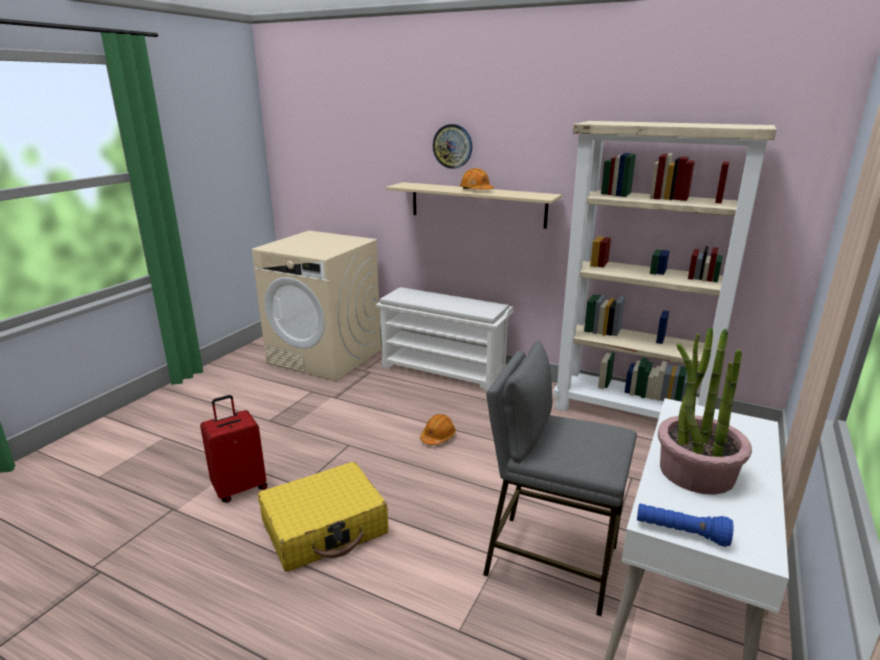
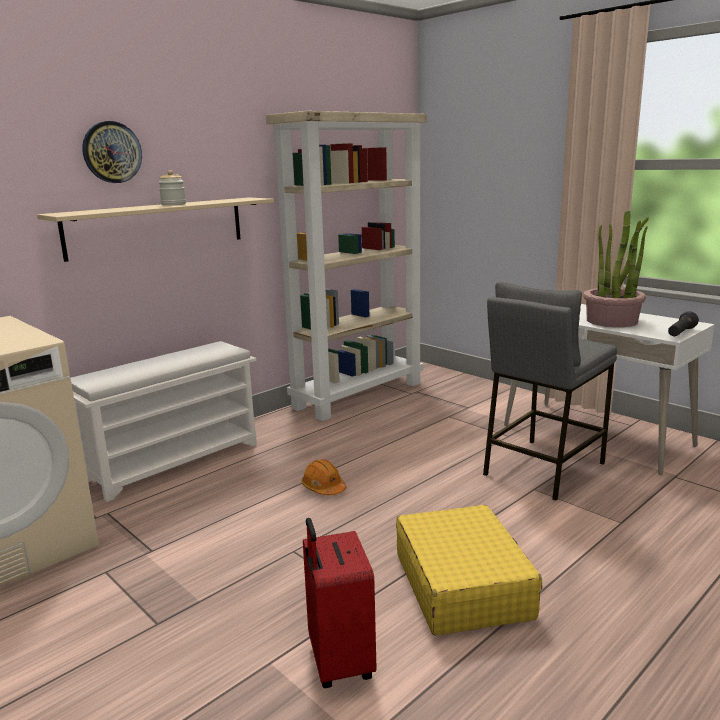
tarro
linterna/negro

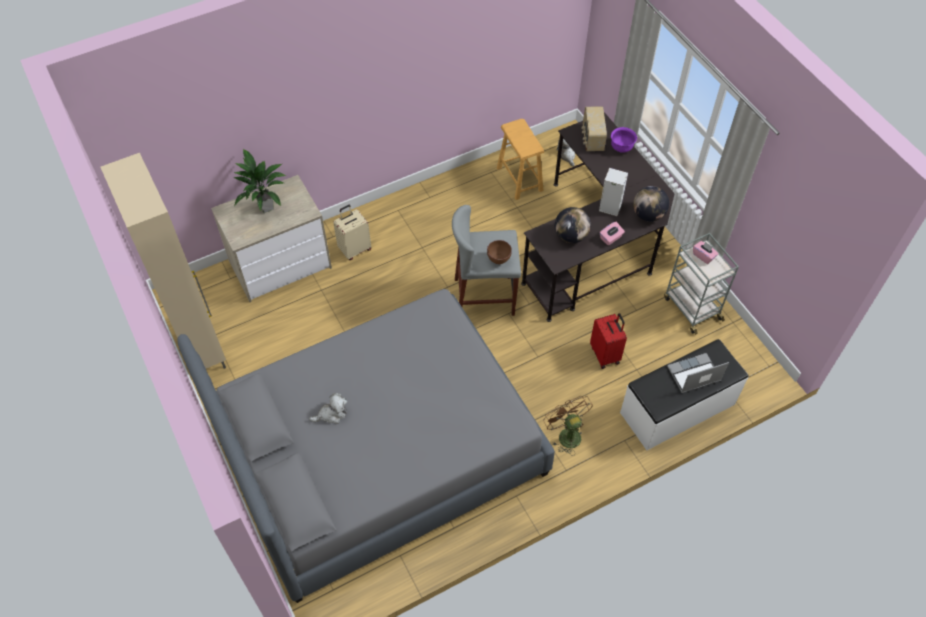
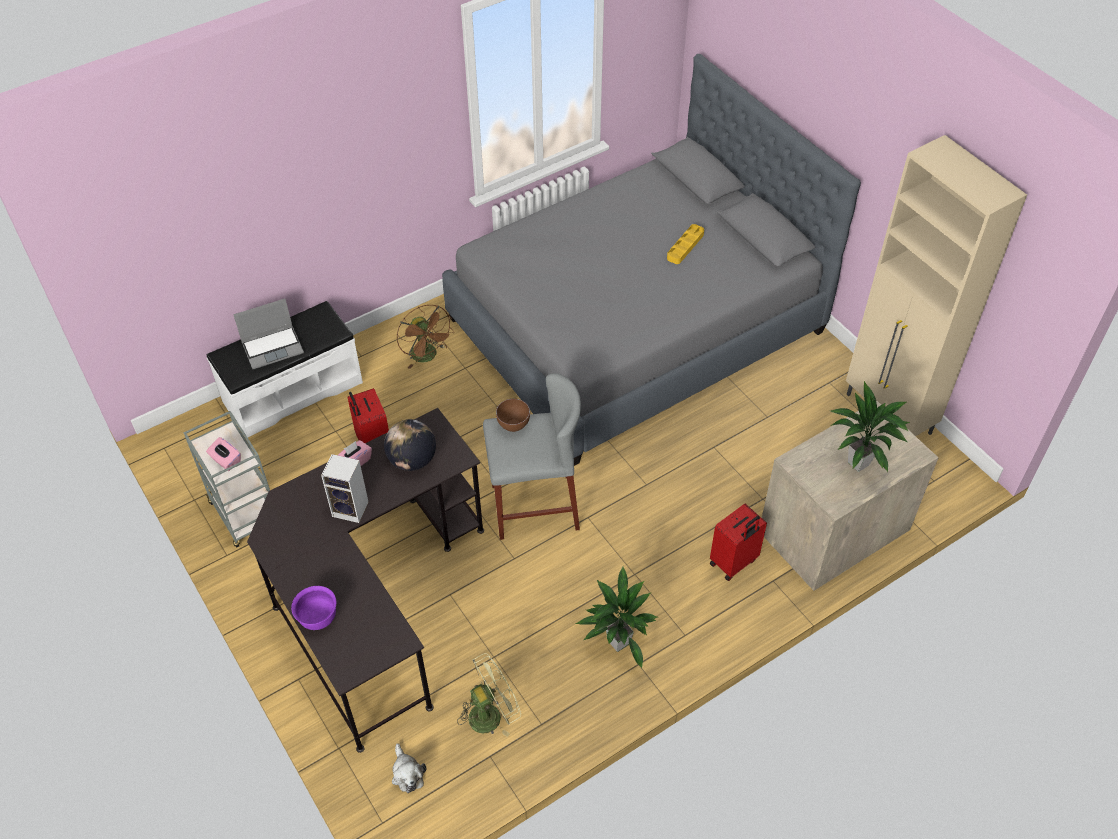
ventilador/verde
planta en maceta (1st from left)
bandeja/amarillo
maleta/rojo (2nd from left)
radio
globo terráqueo (2nd from left in the first image)

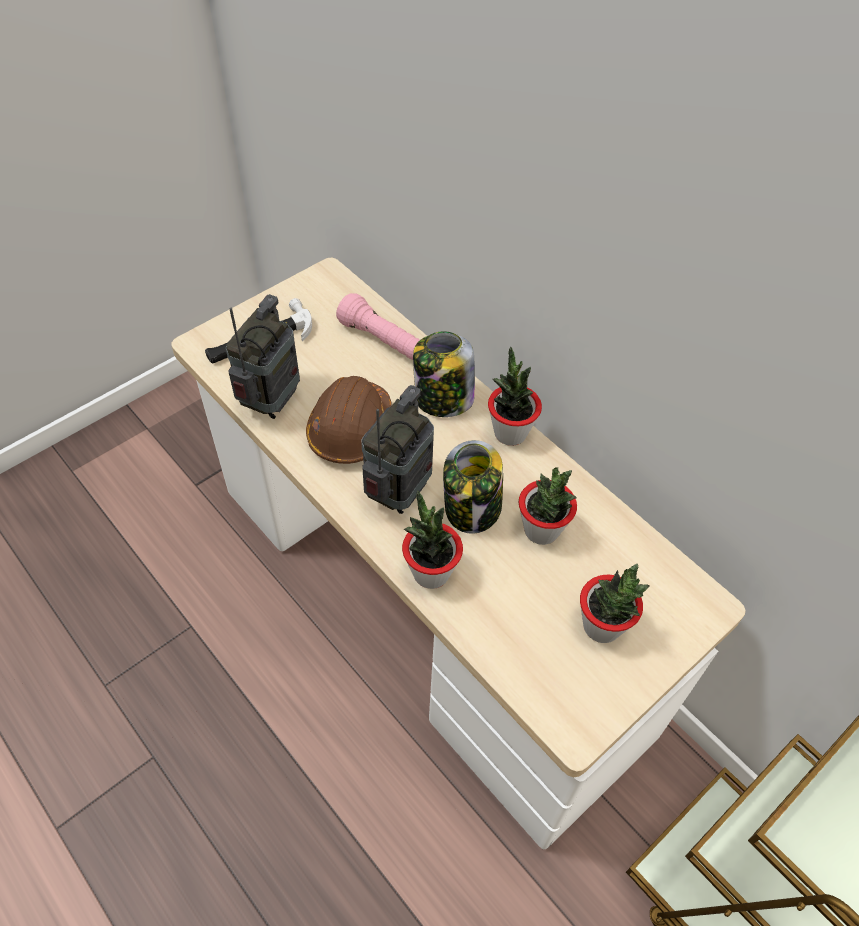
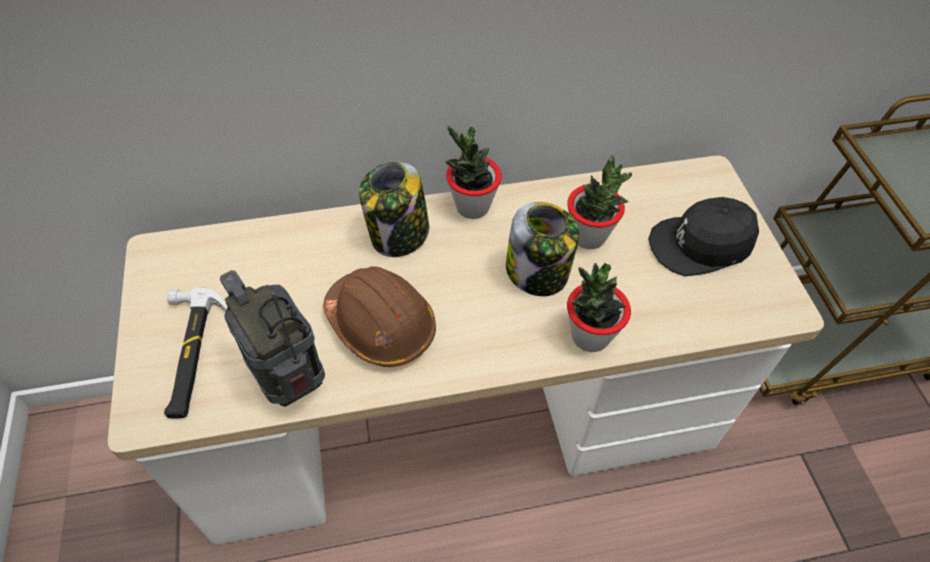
gorra/negro
linterna/rosa
radio (2nd from left in the first image)

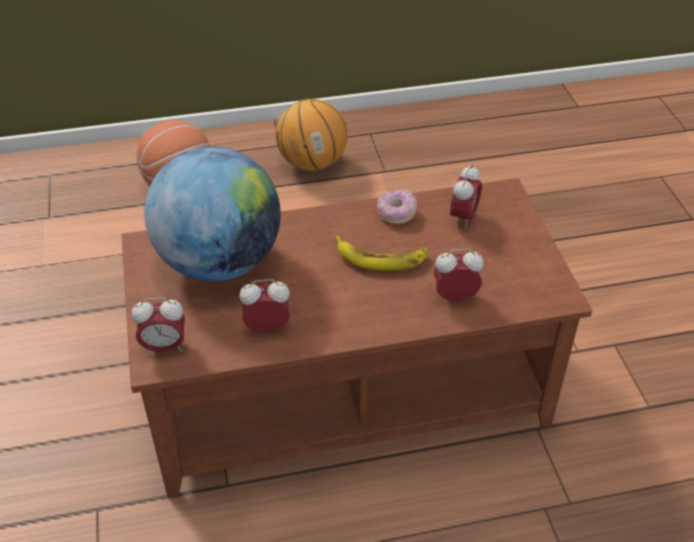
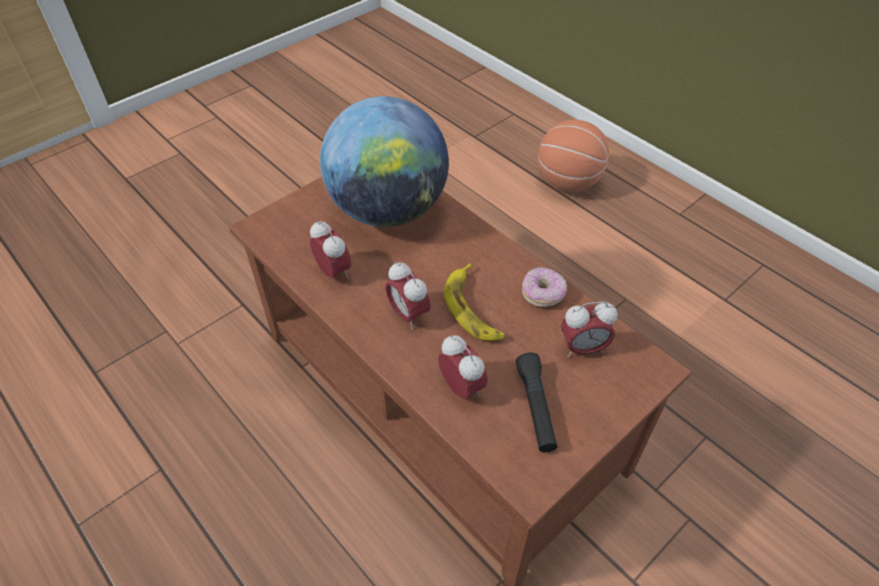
despertador (2nd from left)
linterna/negro
balón de baloncesto (2nd from left in the first image)

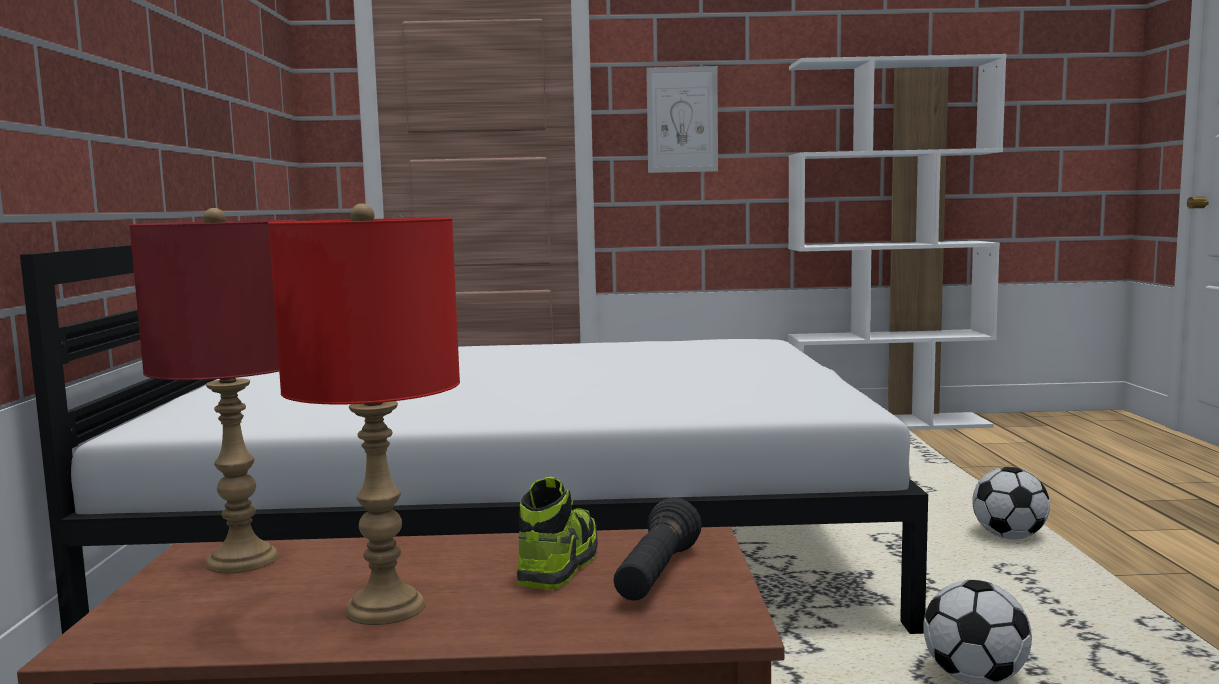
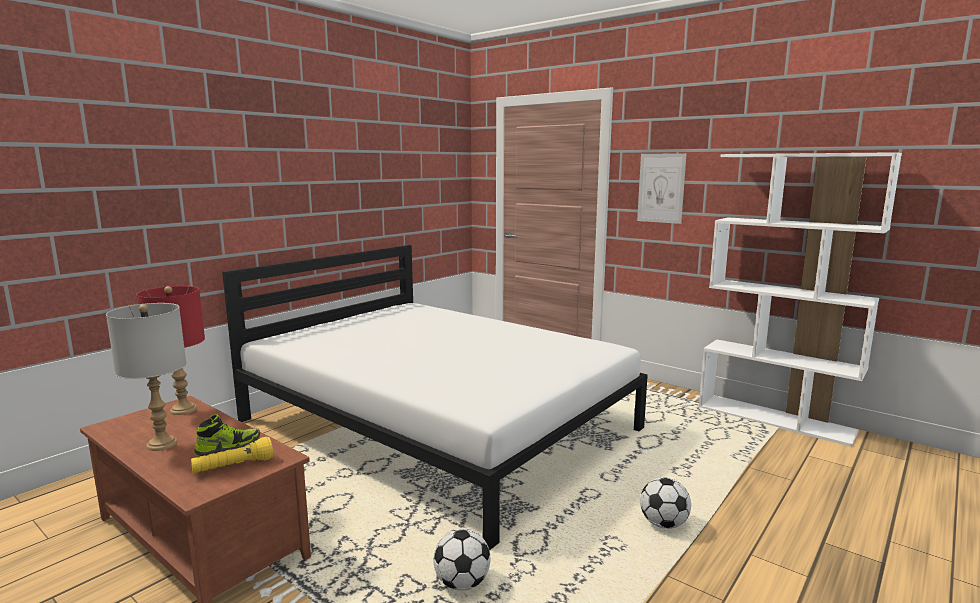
lámpara de mesa/gris
linterna/amarillo

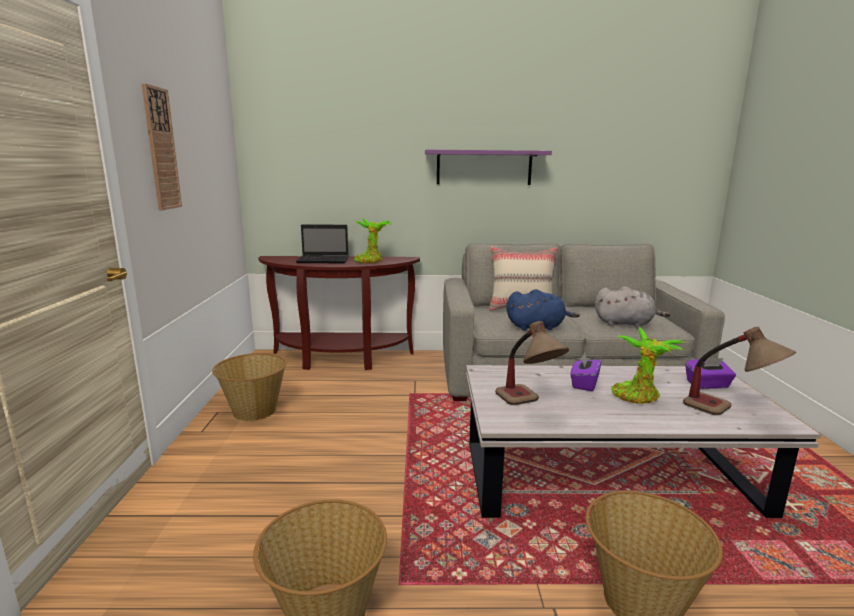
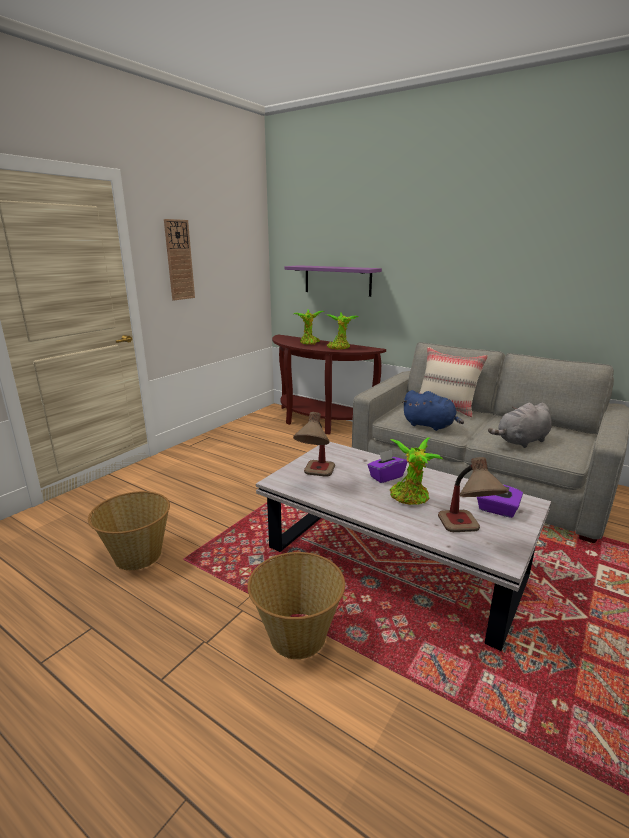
estante/morado
planta en maceta (1st from left)
peluche/gris
cesta (1st from left in the first image)

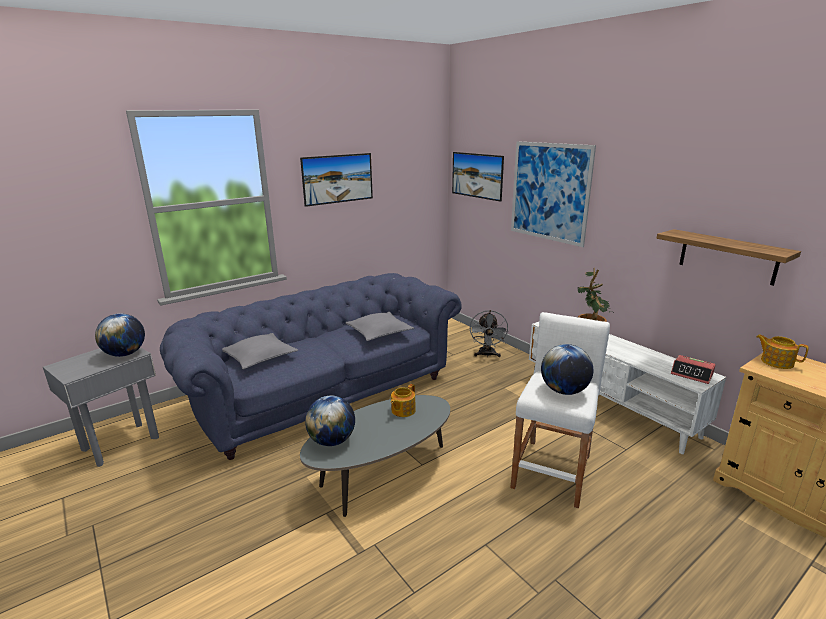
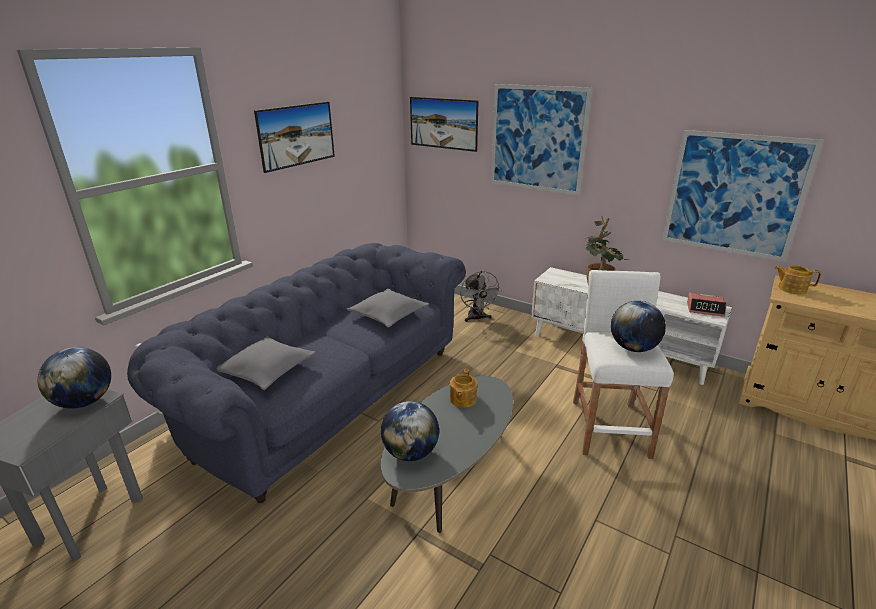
cuadro (4th from left)

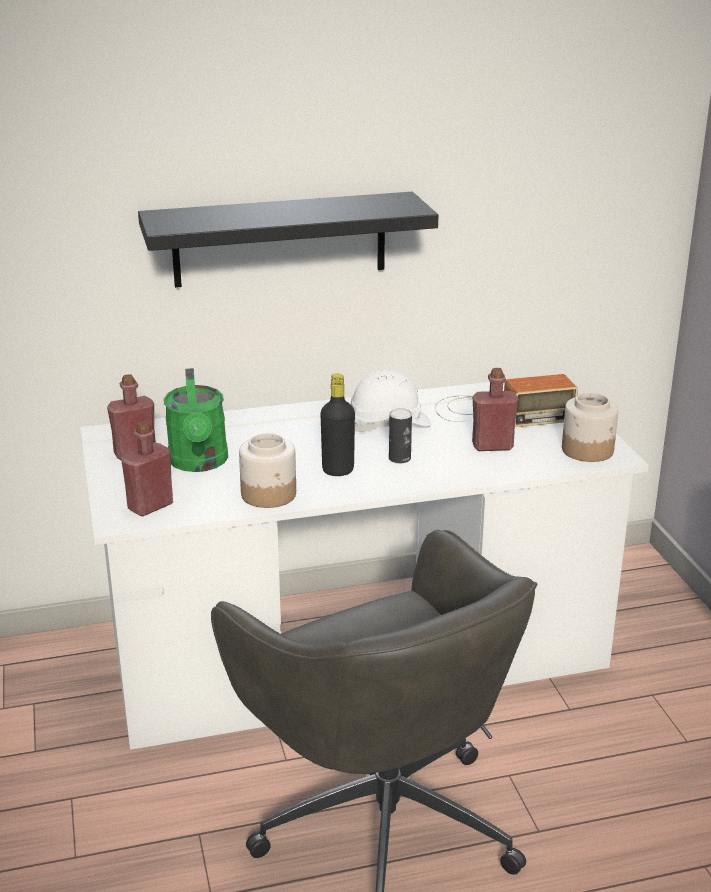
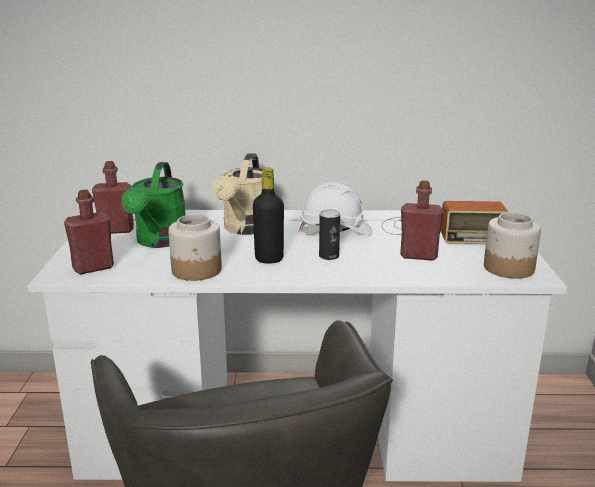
regadera/beis
estante/negro

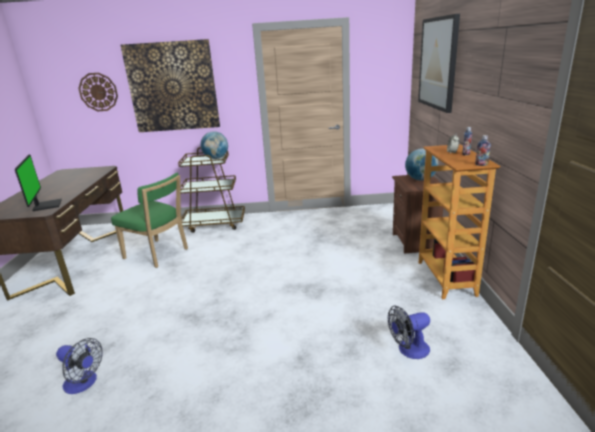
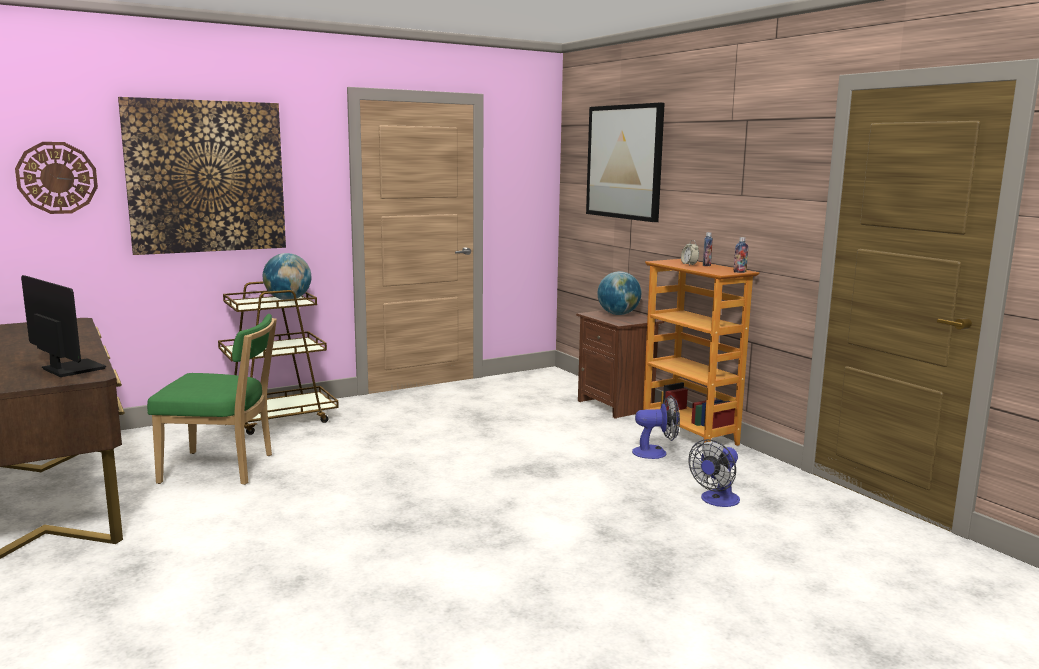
ventilador (1st from left)

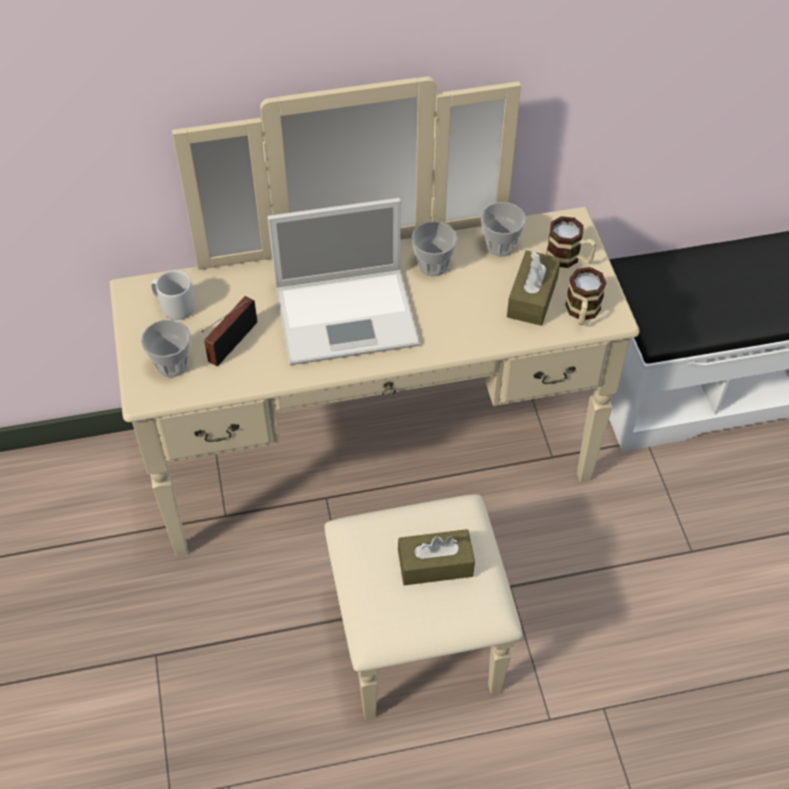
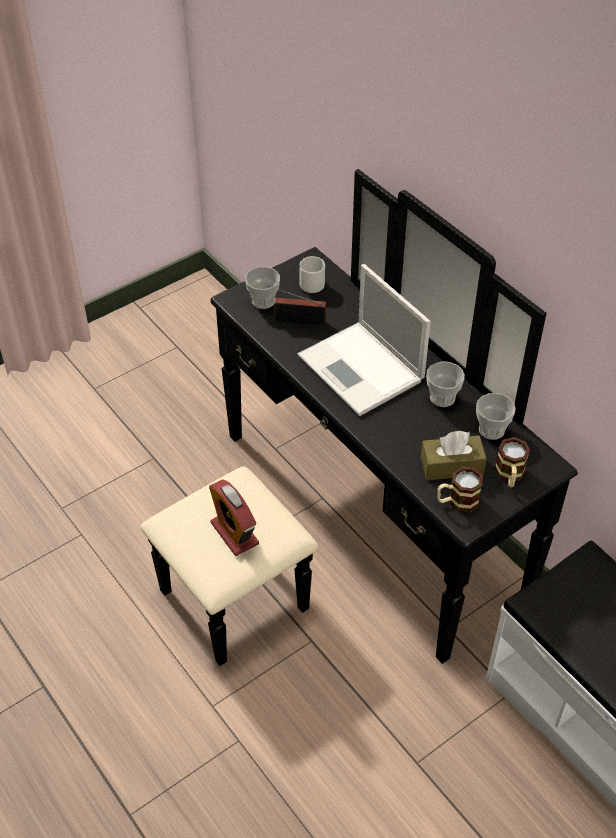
cómoda/negro
despertador

